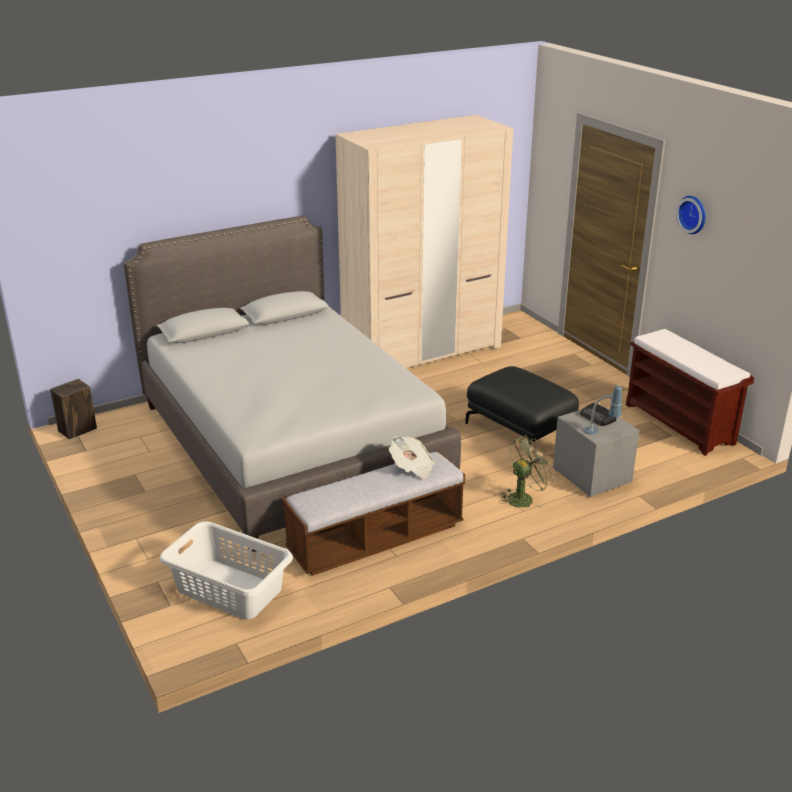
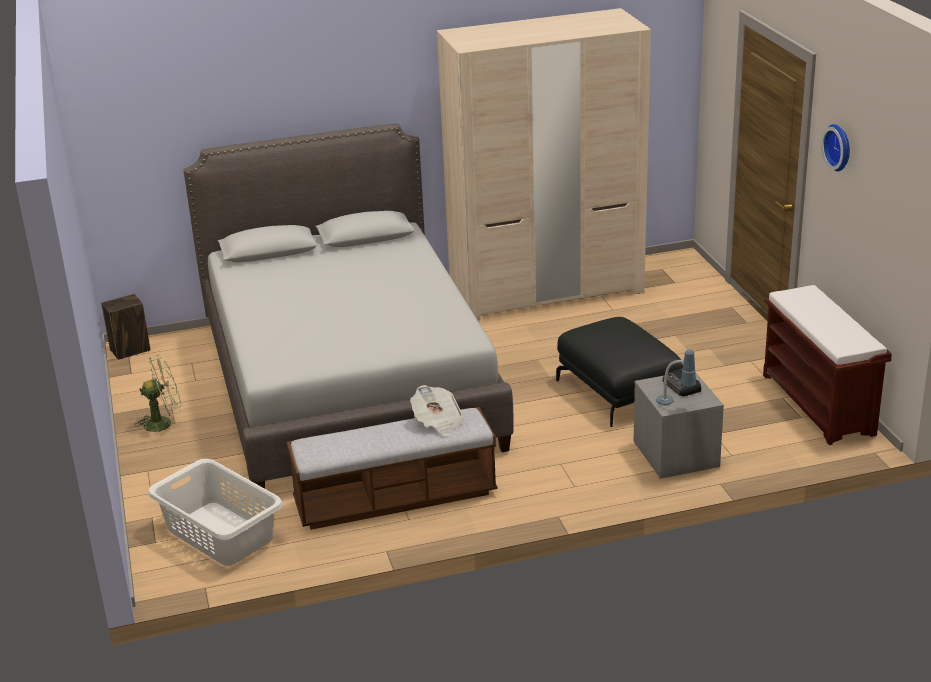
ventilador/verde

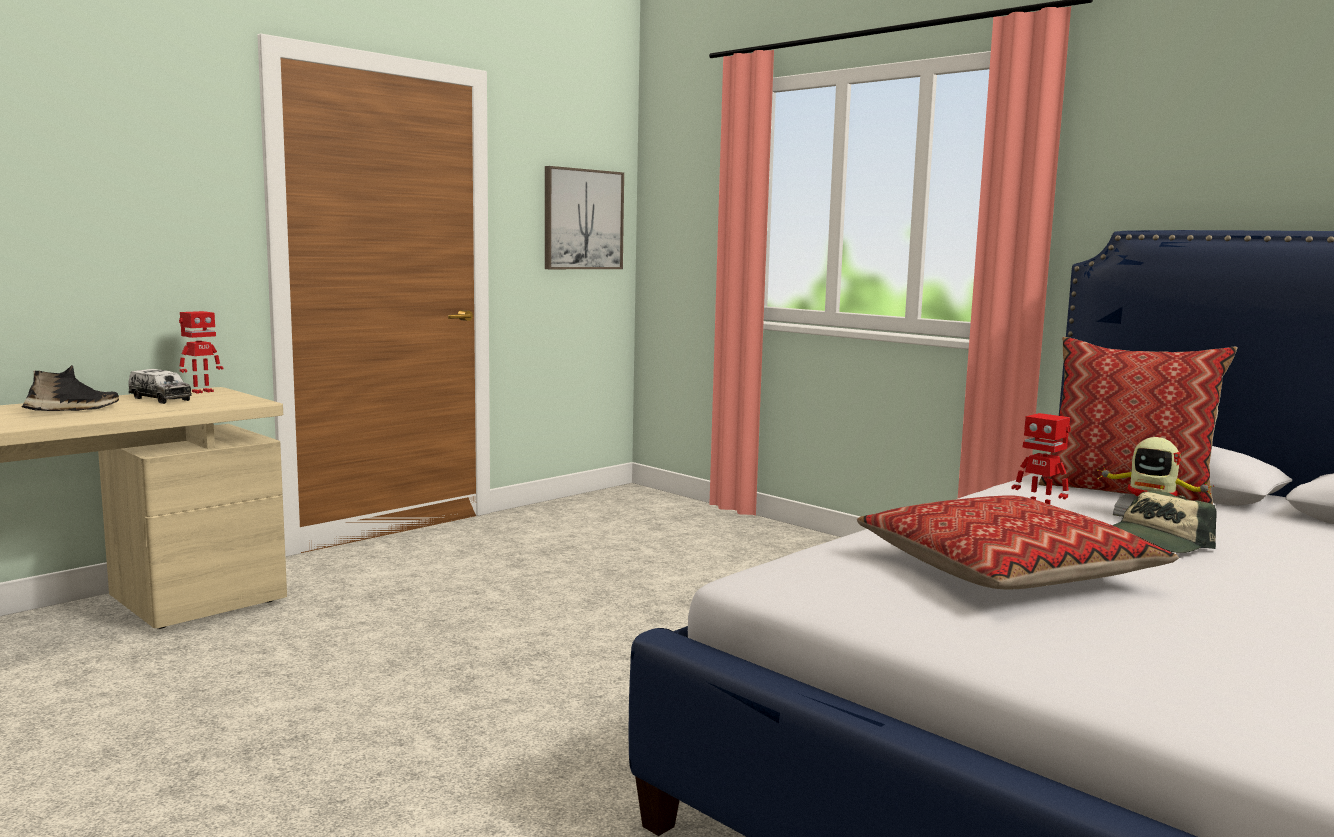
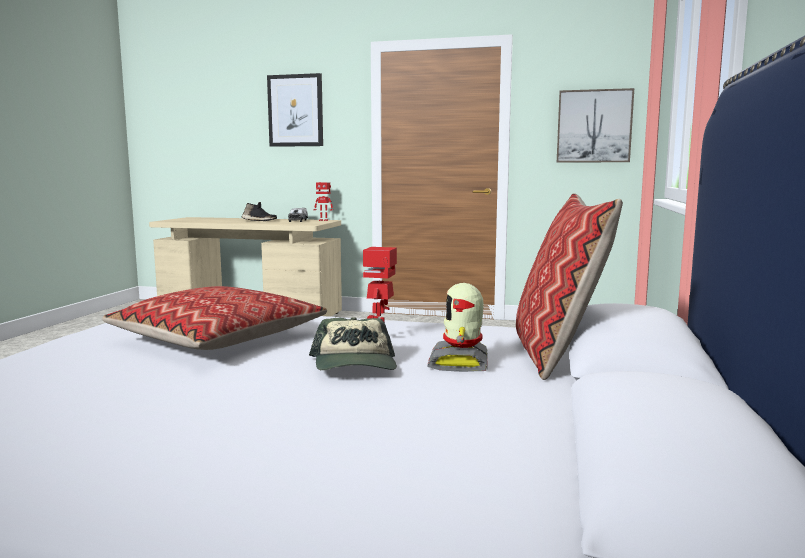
cuadro (1st from left)
gorra

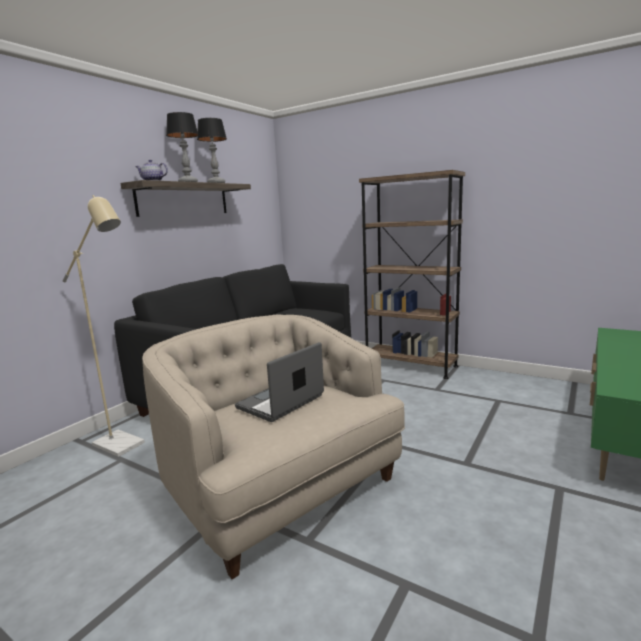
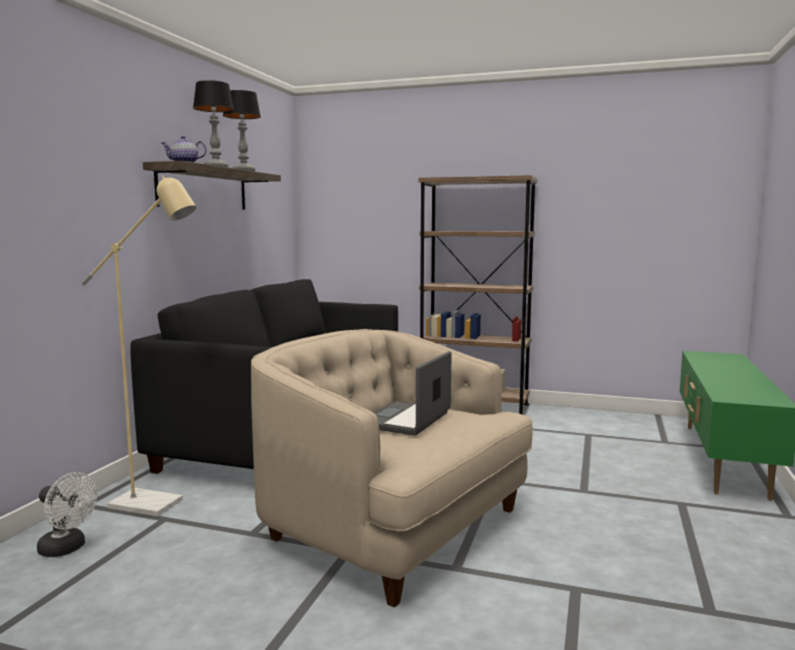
ventilador/blanco

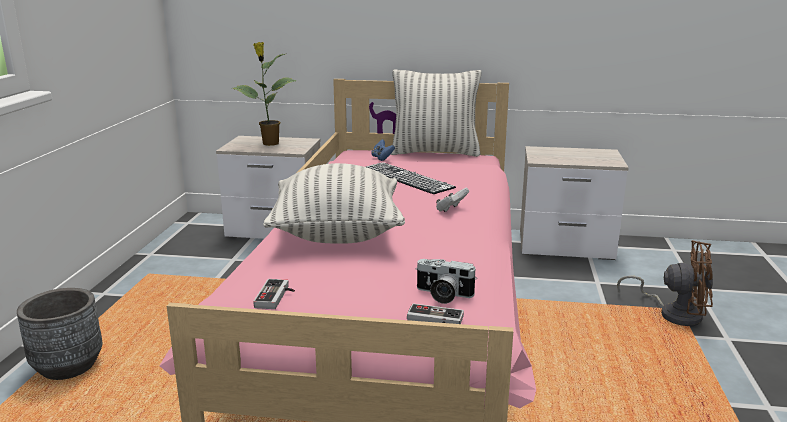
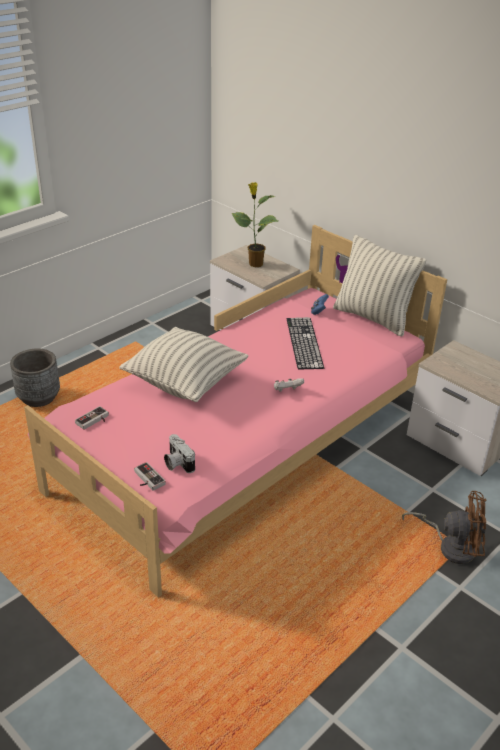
ventilador/marrón

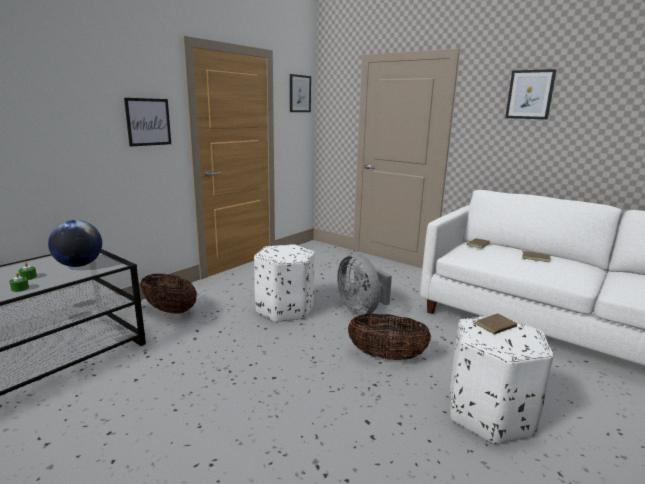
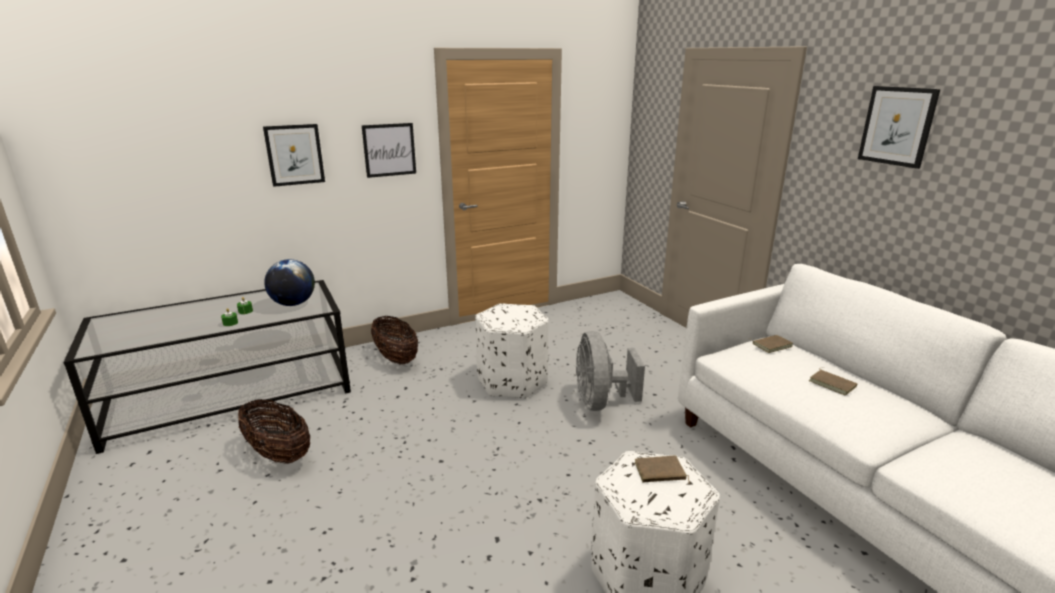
cesta (1st from left)
cuadro (1st from left)

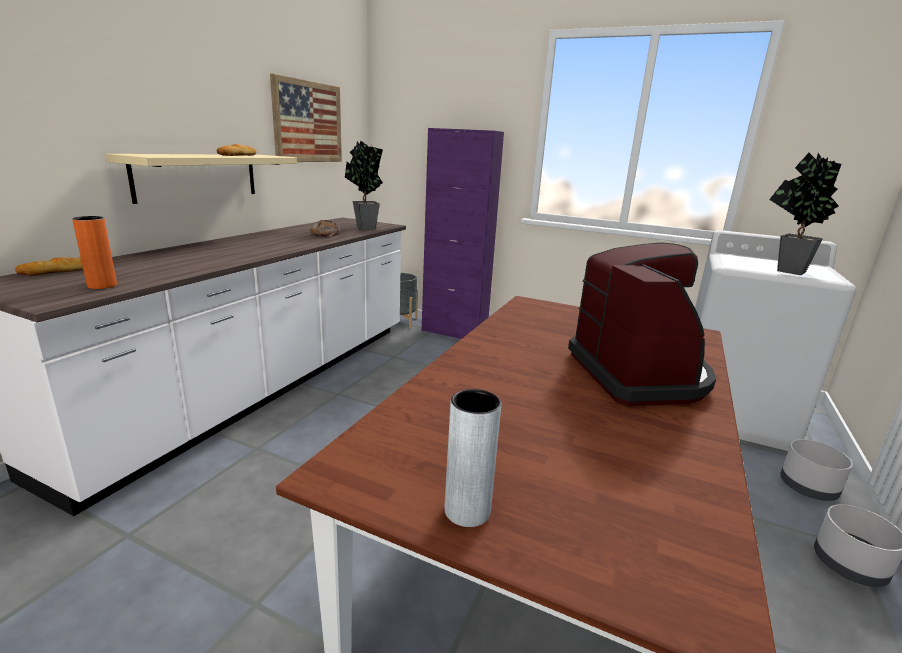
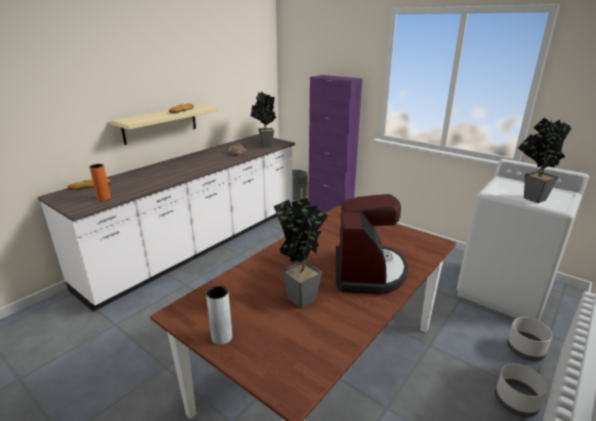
planta en maceta (2nd from left)
cuadro

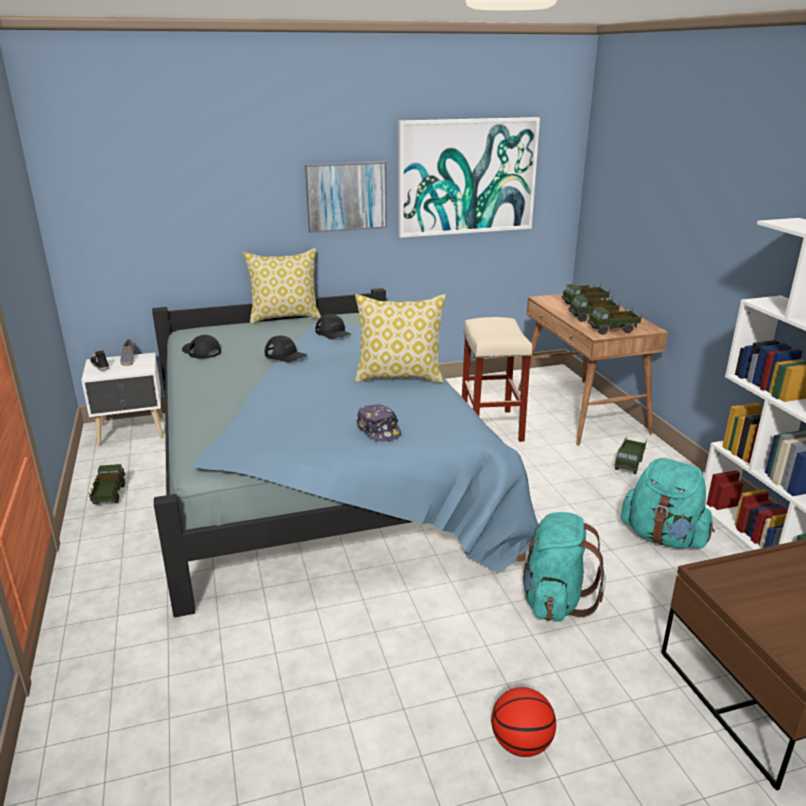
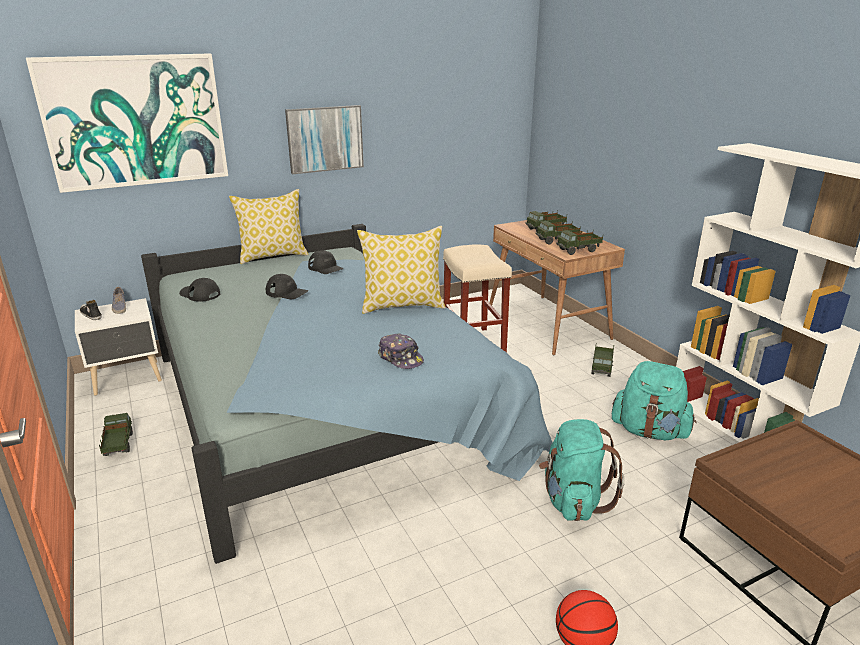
cuadro (1st from left)

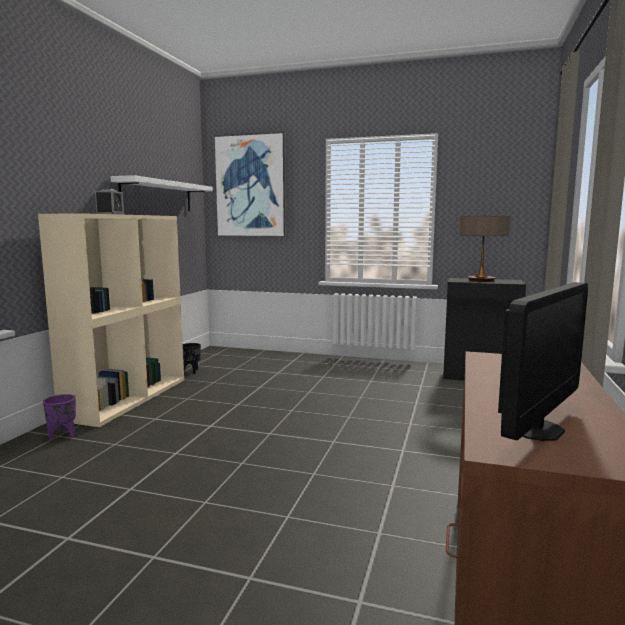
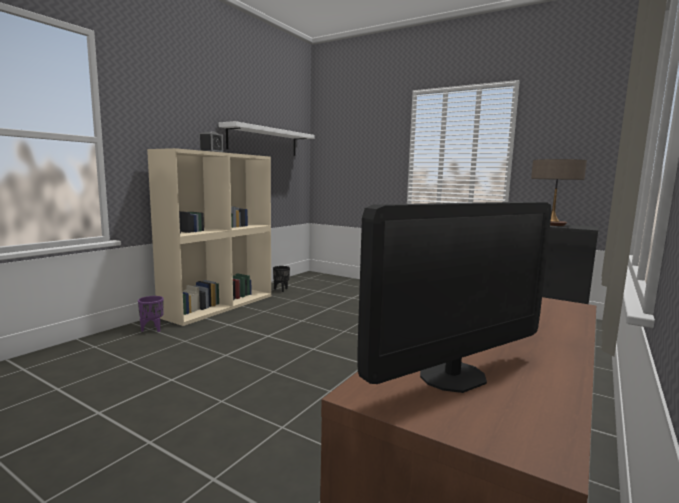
cuadro

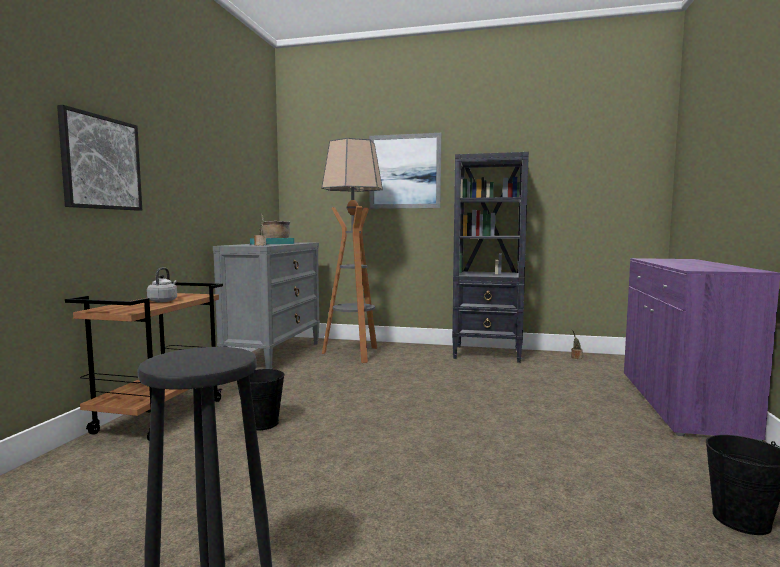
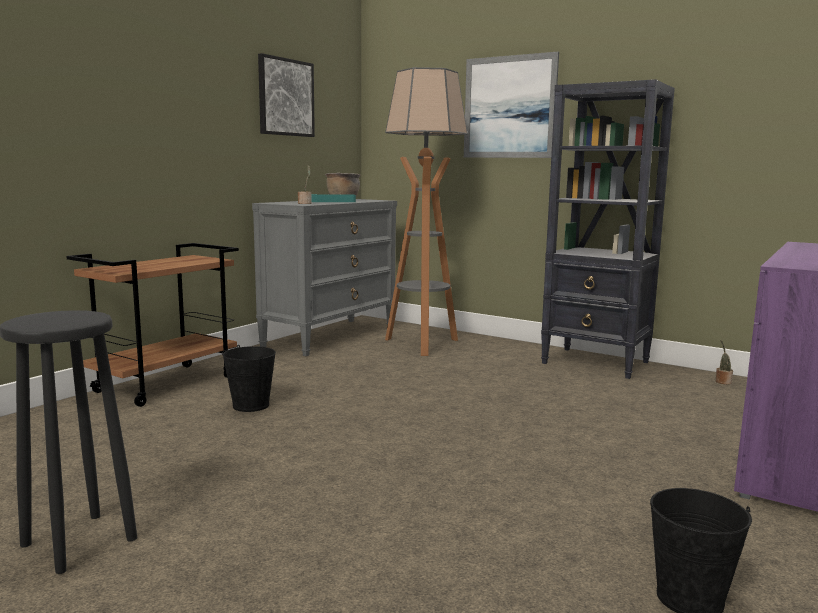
cuadro (1st from left)
hervidor/gris

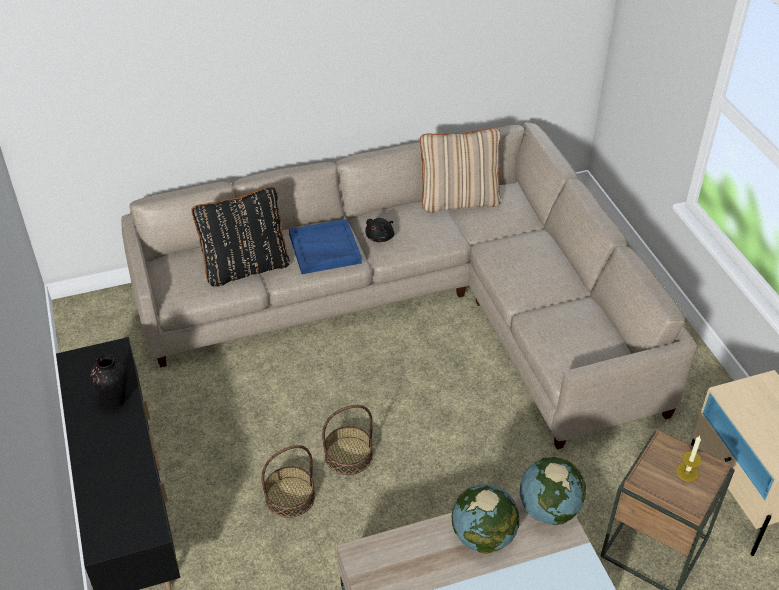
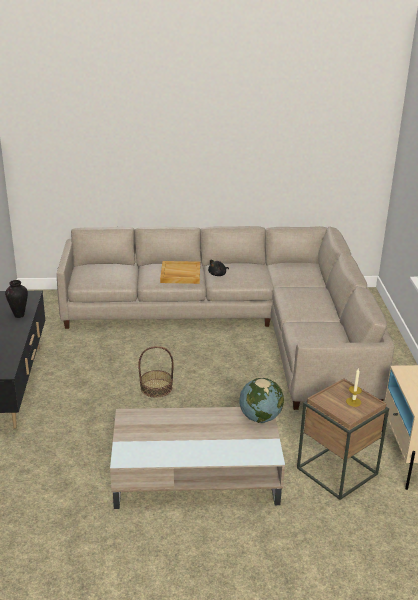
bandeja/beis
cojín/negro
cesta (1st from left in the first image)
cojín/beis
globo terráqueo (1st from left in the first image)

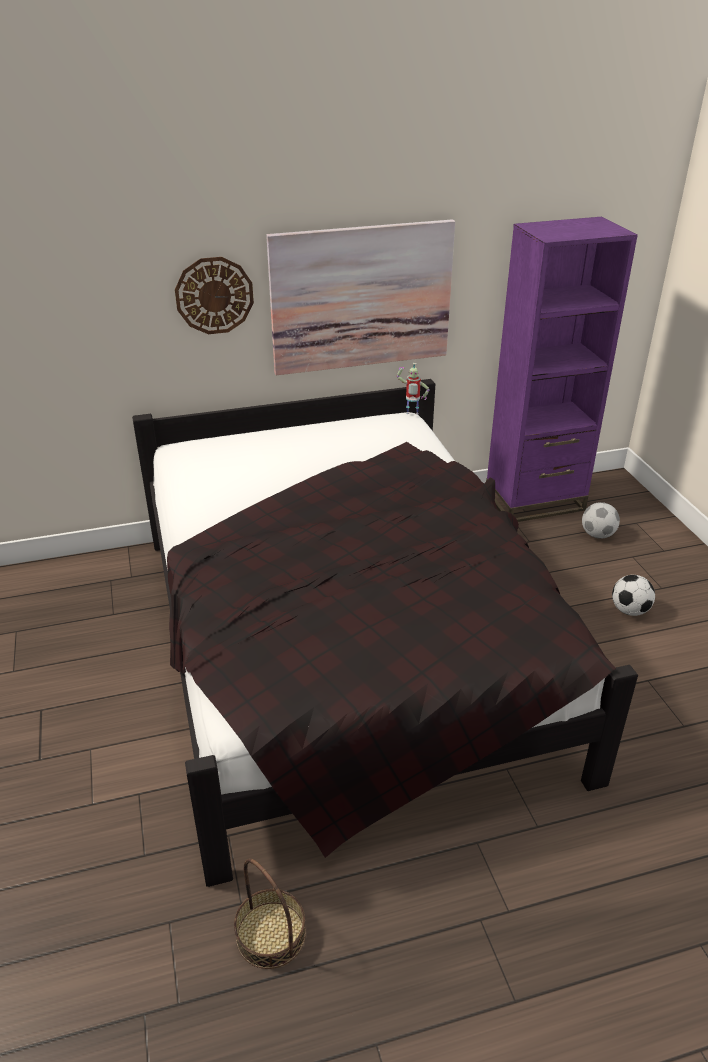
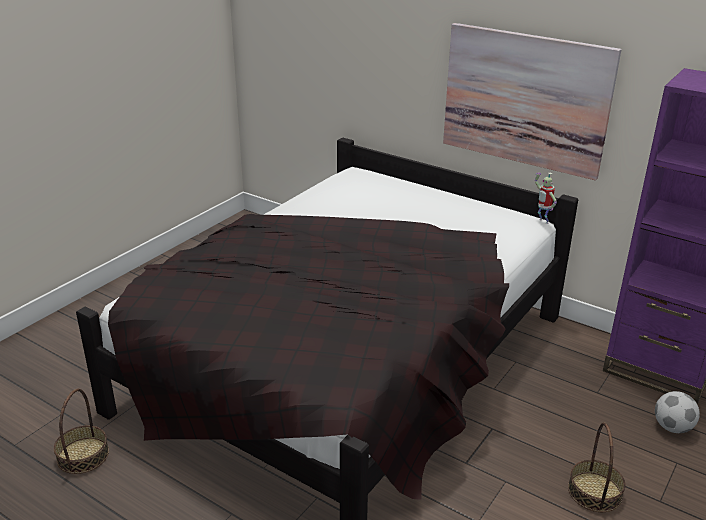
cesta (2nd from left)
reloj de pared

